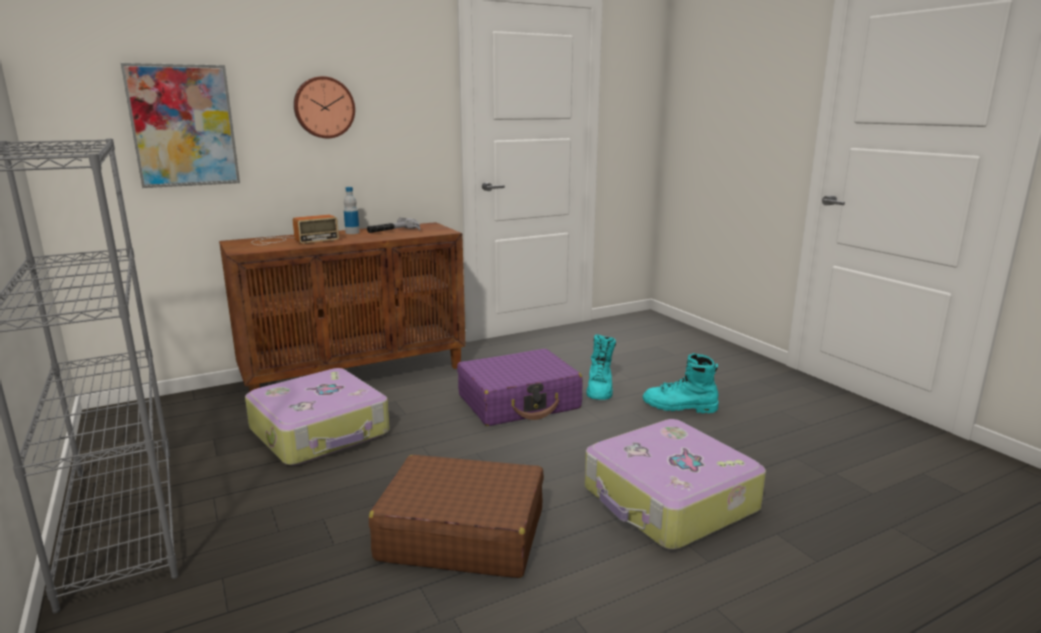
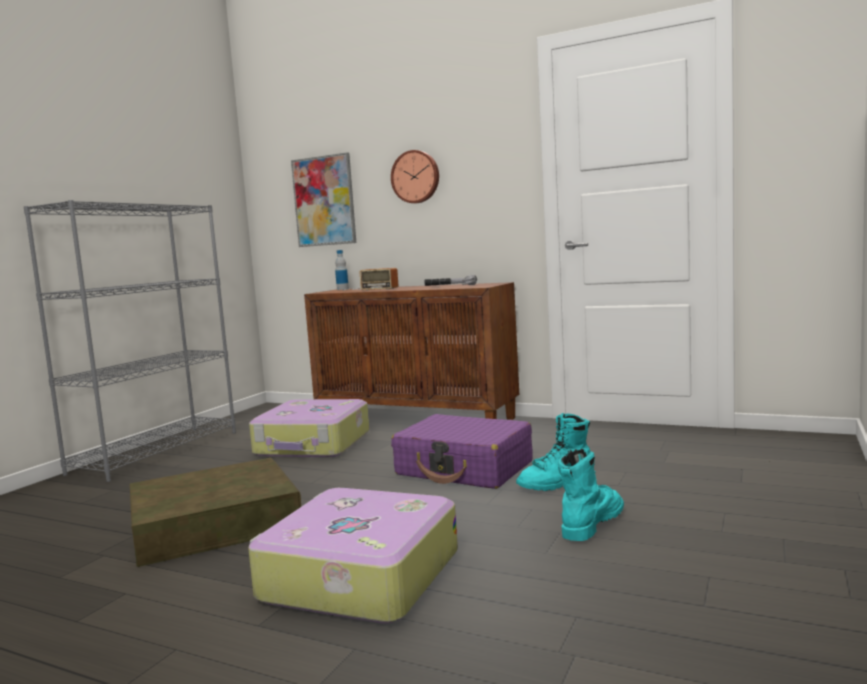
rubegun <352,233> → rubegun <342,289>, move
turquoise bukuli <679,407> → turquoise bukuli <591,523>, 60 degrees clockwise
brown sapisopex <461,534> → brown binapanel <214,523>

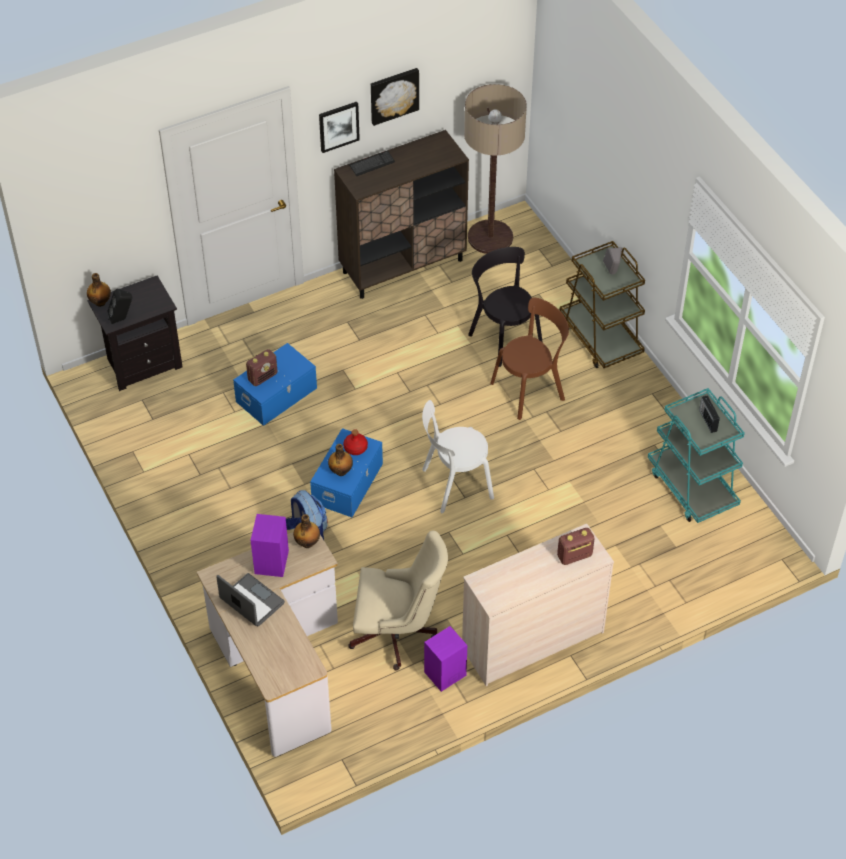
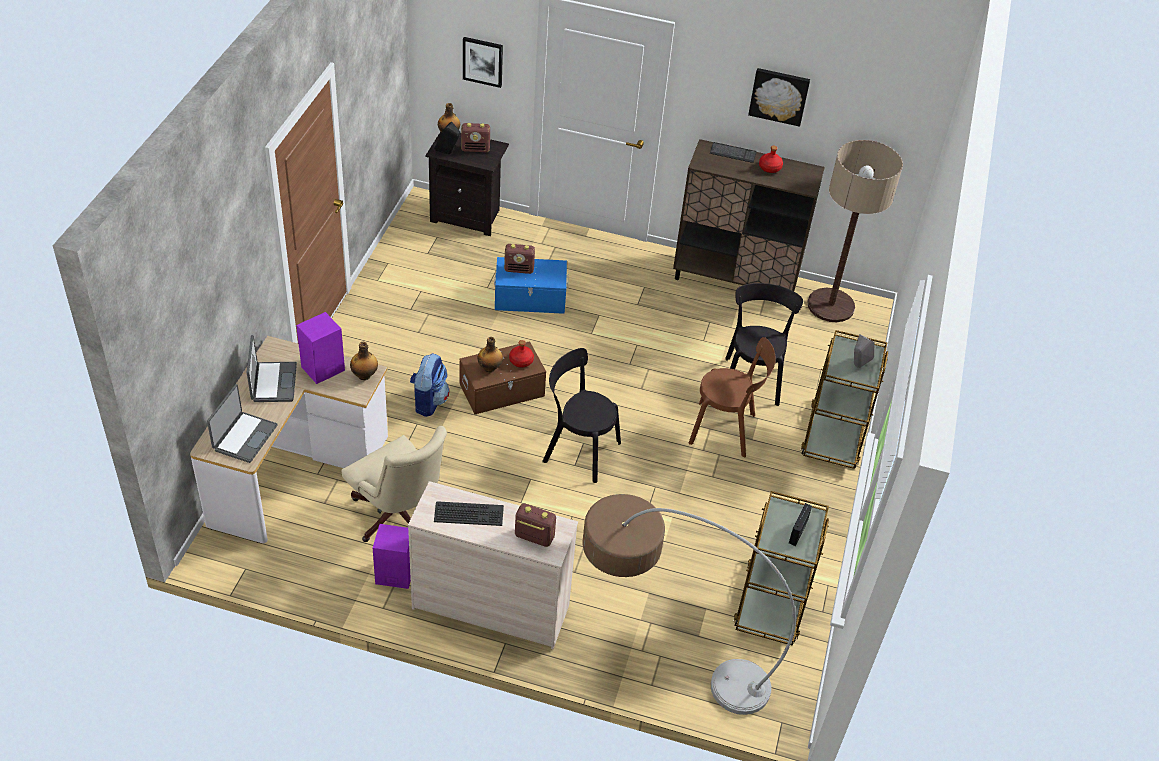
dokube <338,126> → dokube <483,61>, move
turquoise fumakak <692,487> → brown fumakak <771,602>
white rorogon <454,485> → black rorogon <578,450>
blue binapanel <348,483> → brown binapanel <502,390>
- → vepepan <475,149>
- → red rubegun <770,168>
- → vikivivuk <244,437>
- → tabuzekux <662,658>
- → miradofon <468,514>

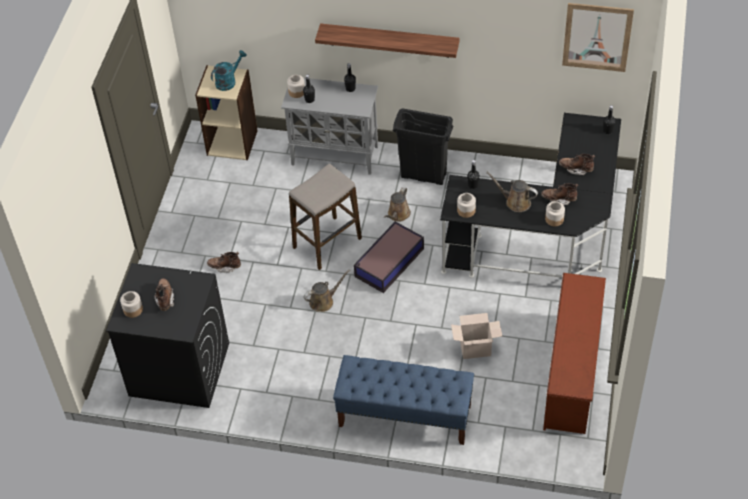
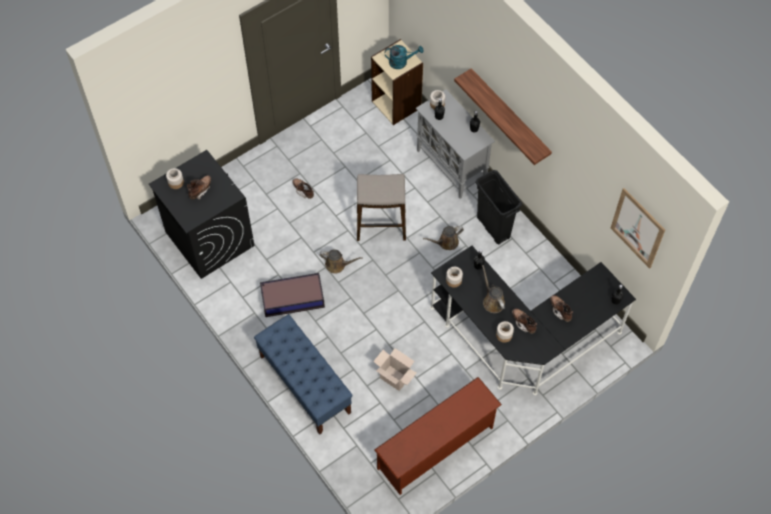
binapanel <388,263> → binapanel <291,298>, move

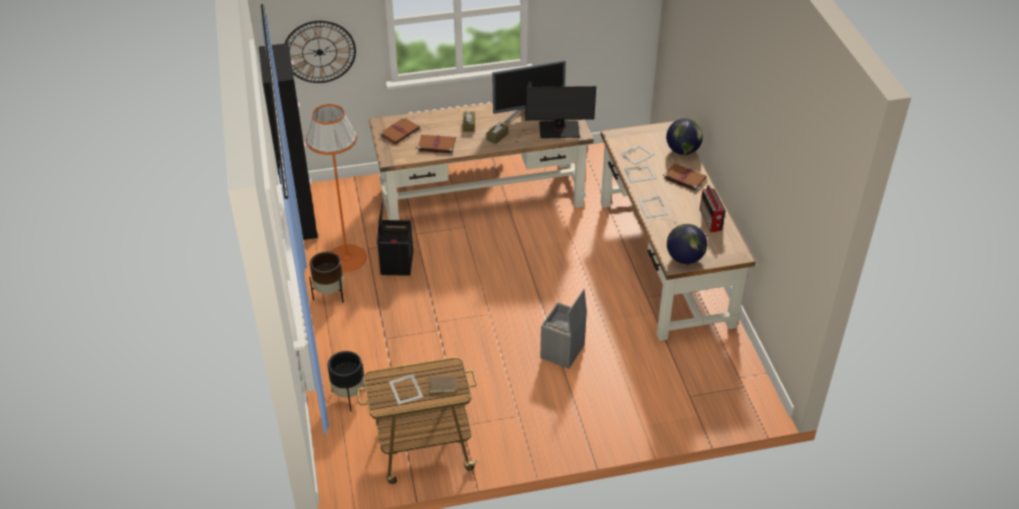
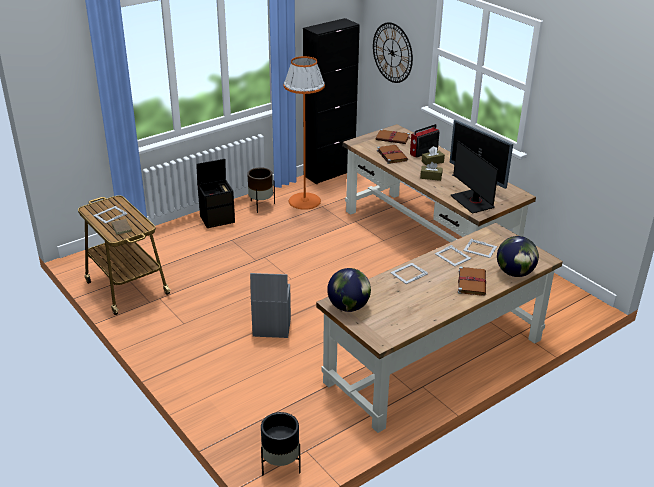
vepepan <710,221> → vepepan <423,152>, move
black binapanel <396,263> → black binapanel <218,219>, move
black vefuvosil <349,396> → black vefuvosil <280,465>, move

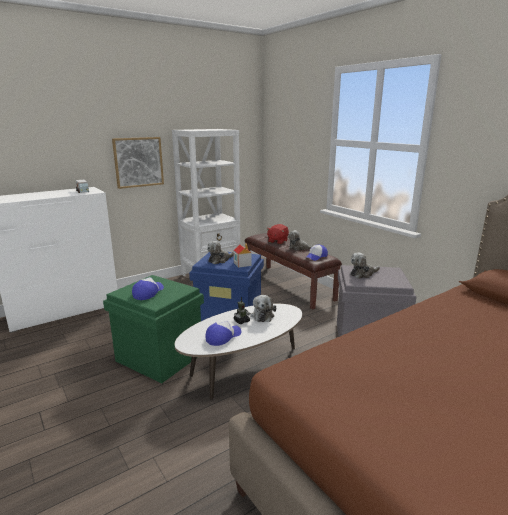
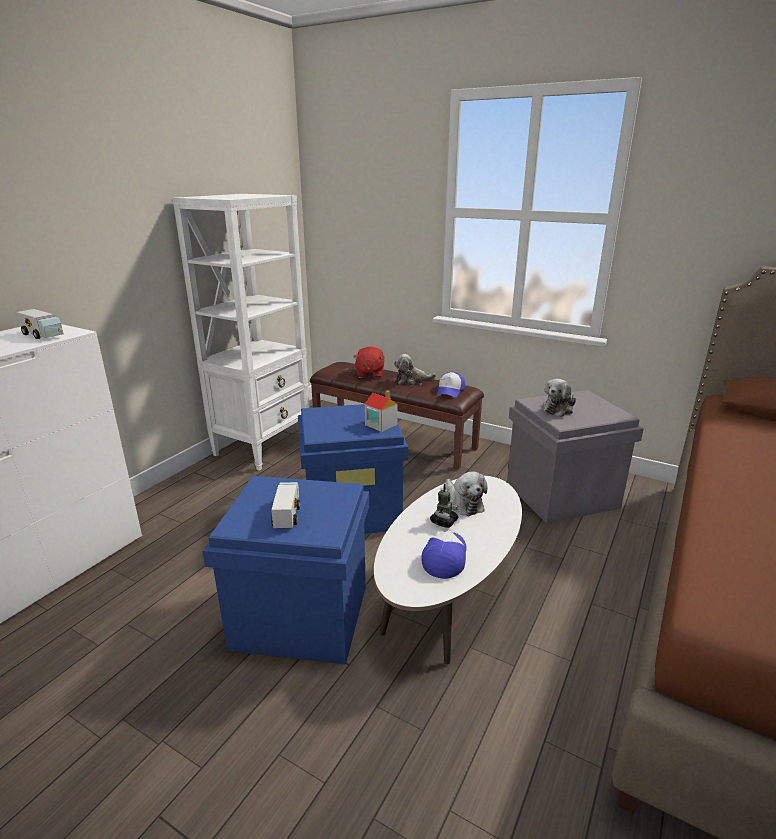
dokube <138,162> → -
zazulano <220,260> → -
green binapanel <158,357> → blue binapanel <299,617>
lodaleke <148,292> → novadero <287,514>

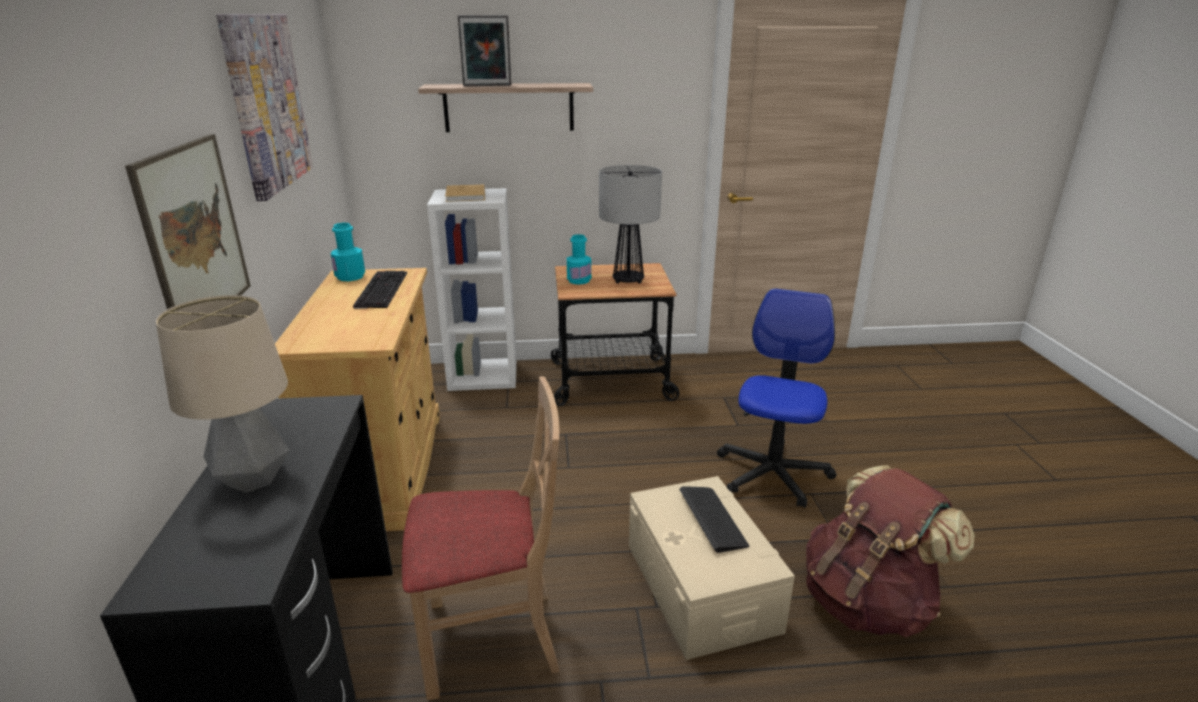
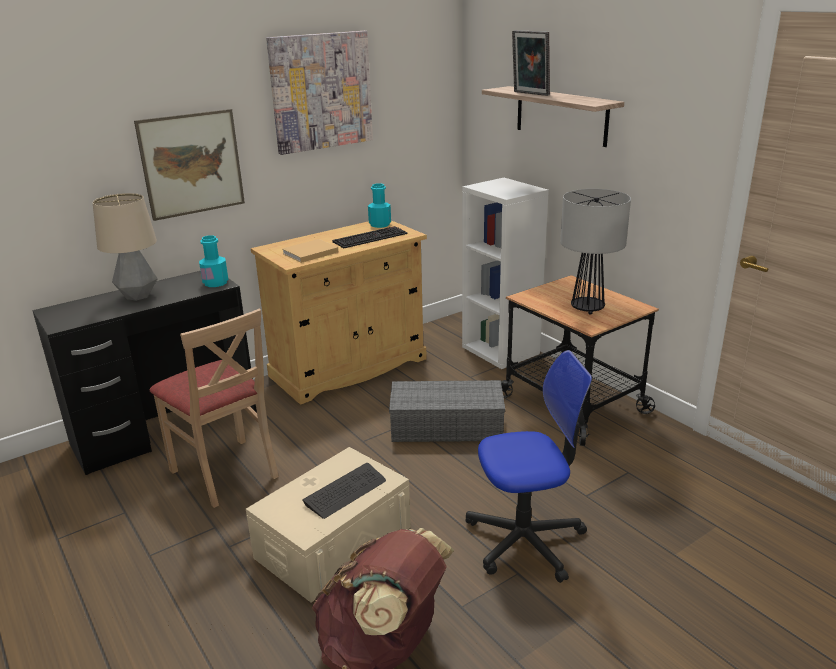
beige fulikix <465,196> → beige fulikix <309,253>, move
turquoise rubegun <579,280> → turquoise rubegun <215,283>, move
- → grey binapanel <448,425>

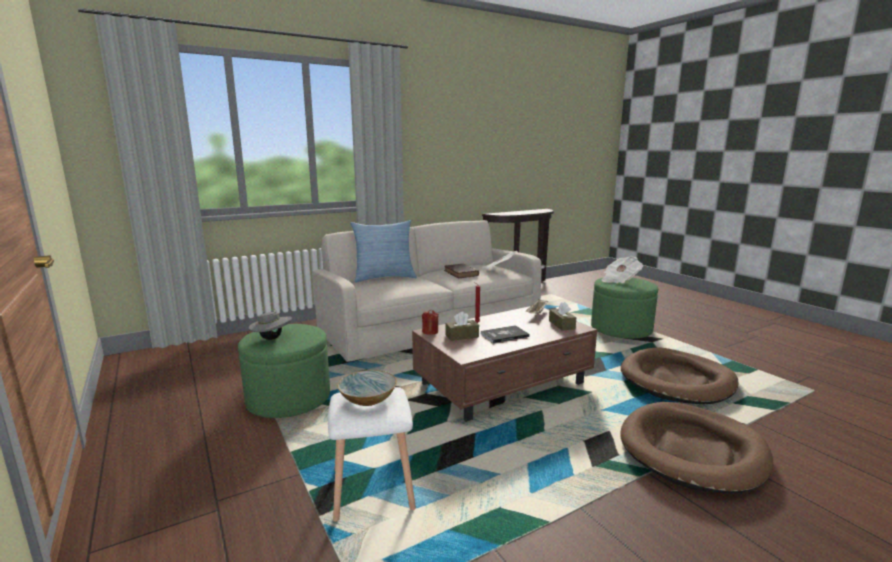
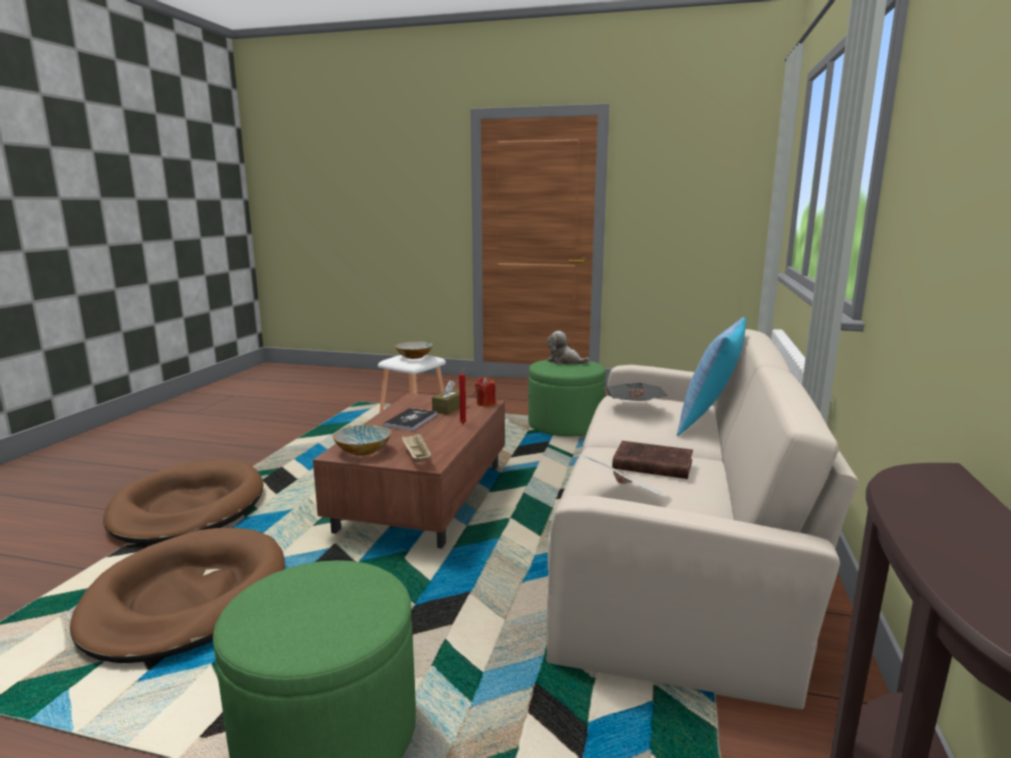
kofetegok <619,280> → kofetegok <634,409>, move
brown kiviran <561,325> → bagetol <364,450>
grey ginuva <271,338> → zazulano <565,361>

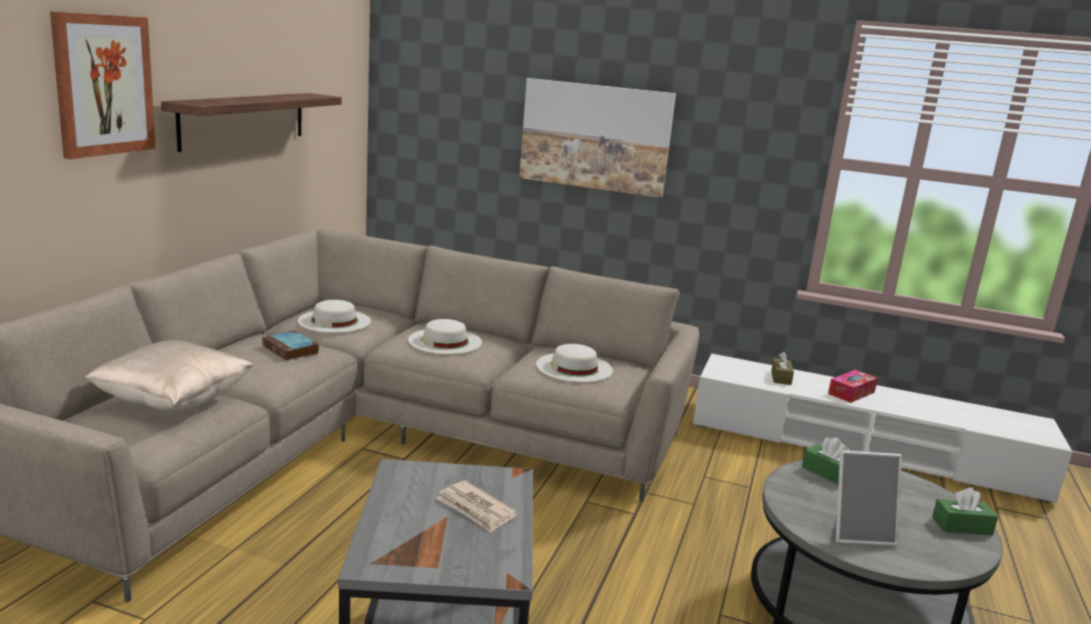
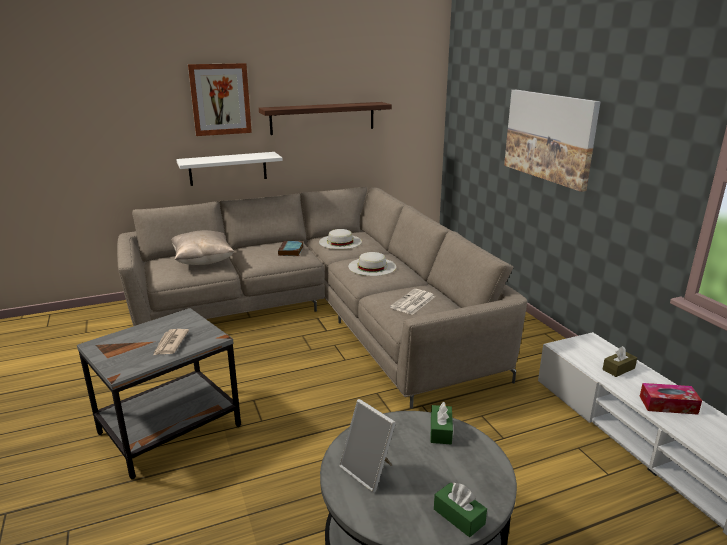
white ginuva <574,367> → kofetegok <413,302>
- → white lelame <228,168>

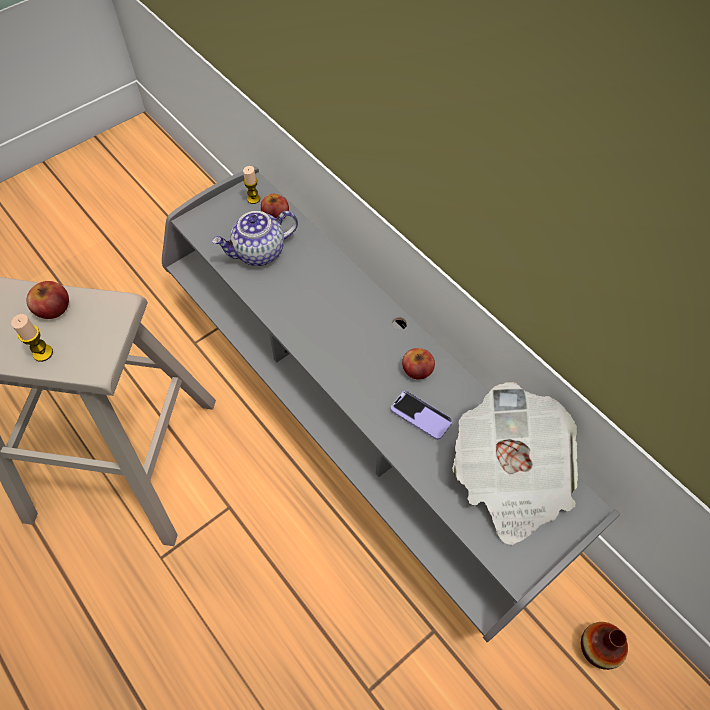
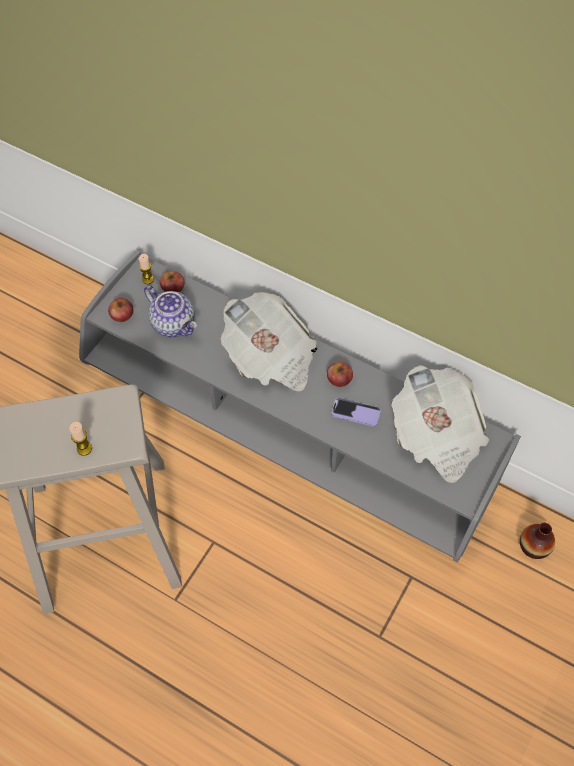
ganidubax <259,252> → ganidubax <174,324>, 90 degrees counterclockwise
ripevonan <53,308> → ripevonan <122,315>, move
- → kofetegok <271,357>

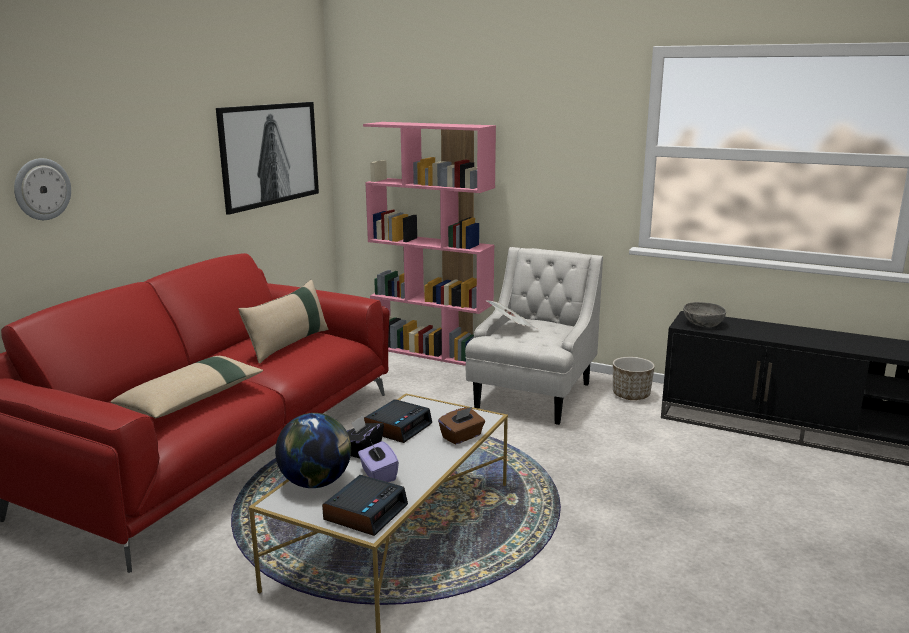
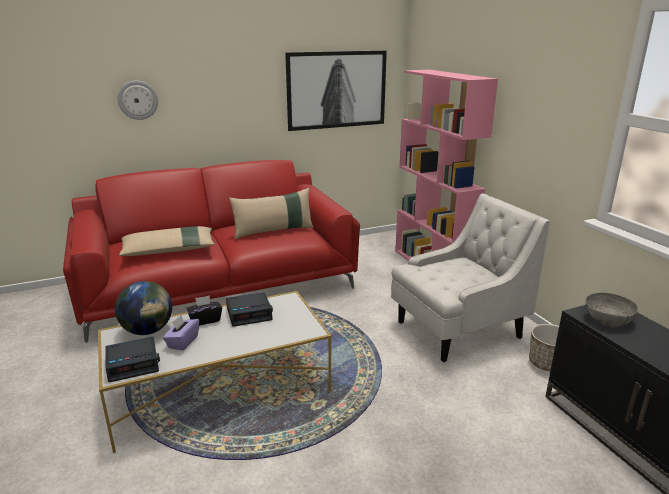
kofetegok <511,327> → -
brown kiviran <462,437> → -

